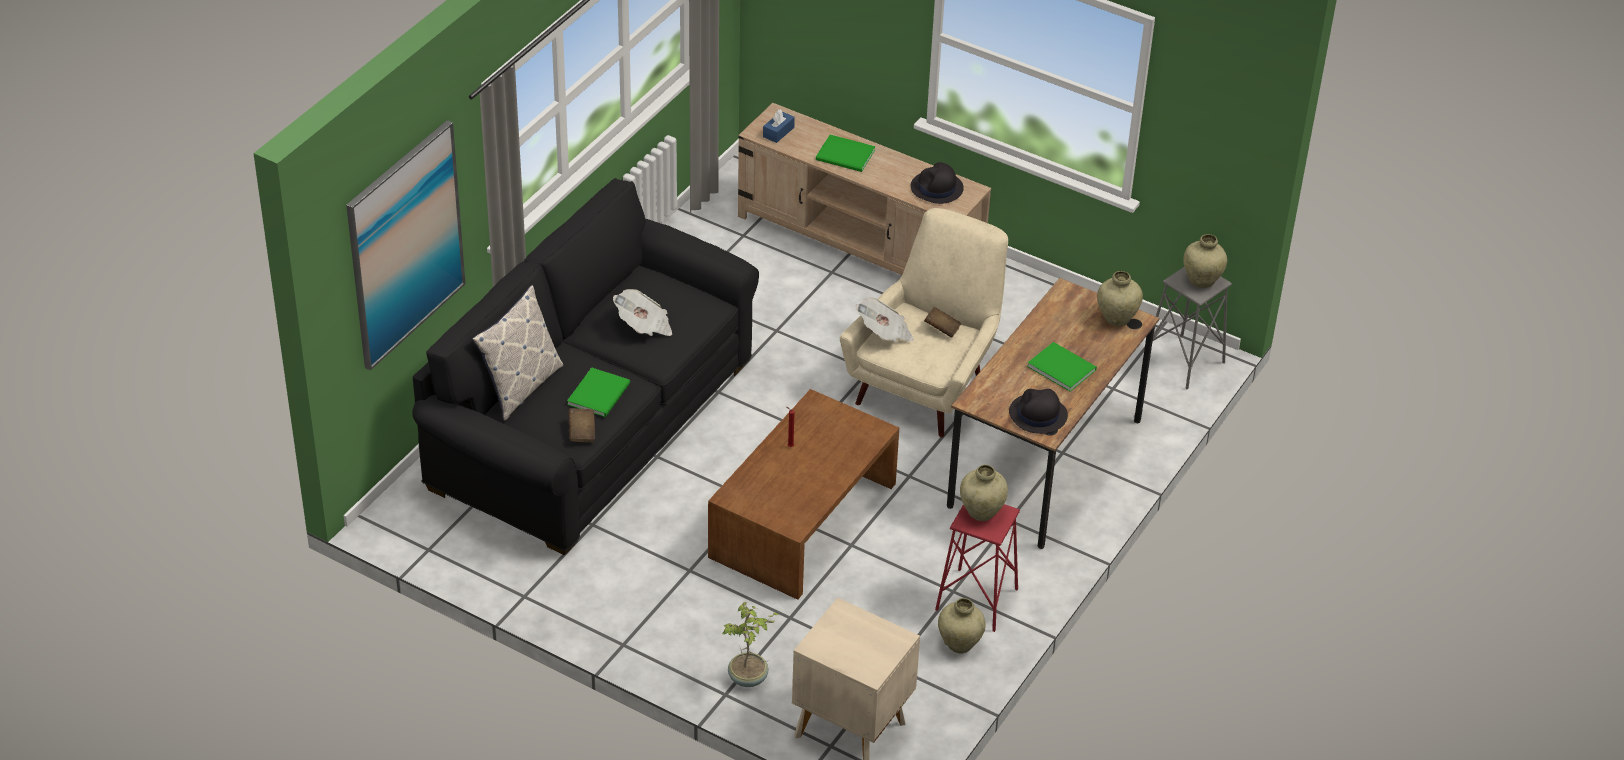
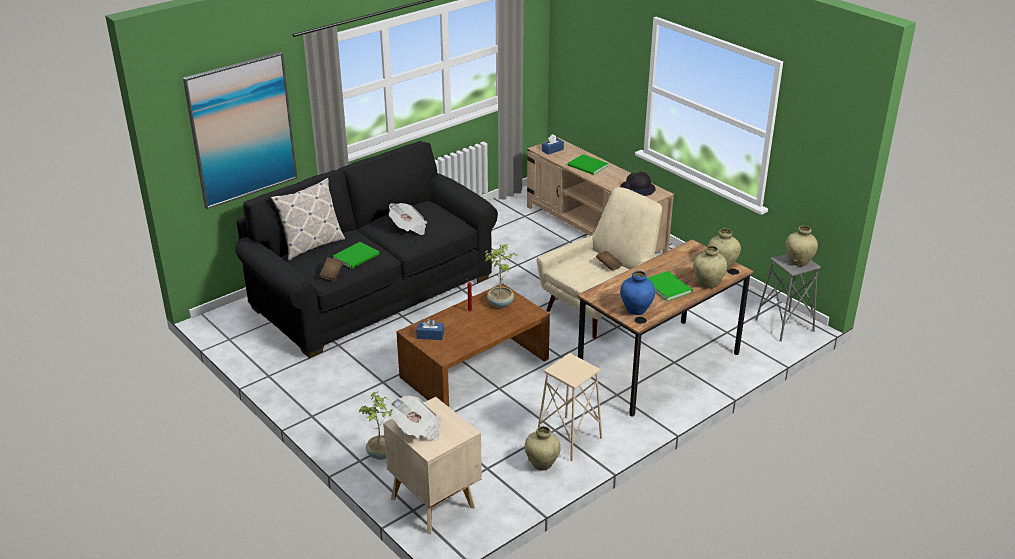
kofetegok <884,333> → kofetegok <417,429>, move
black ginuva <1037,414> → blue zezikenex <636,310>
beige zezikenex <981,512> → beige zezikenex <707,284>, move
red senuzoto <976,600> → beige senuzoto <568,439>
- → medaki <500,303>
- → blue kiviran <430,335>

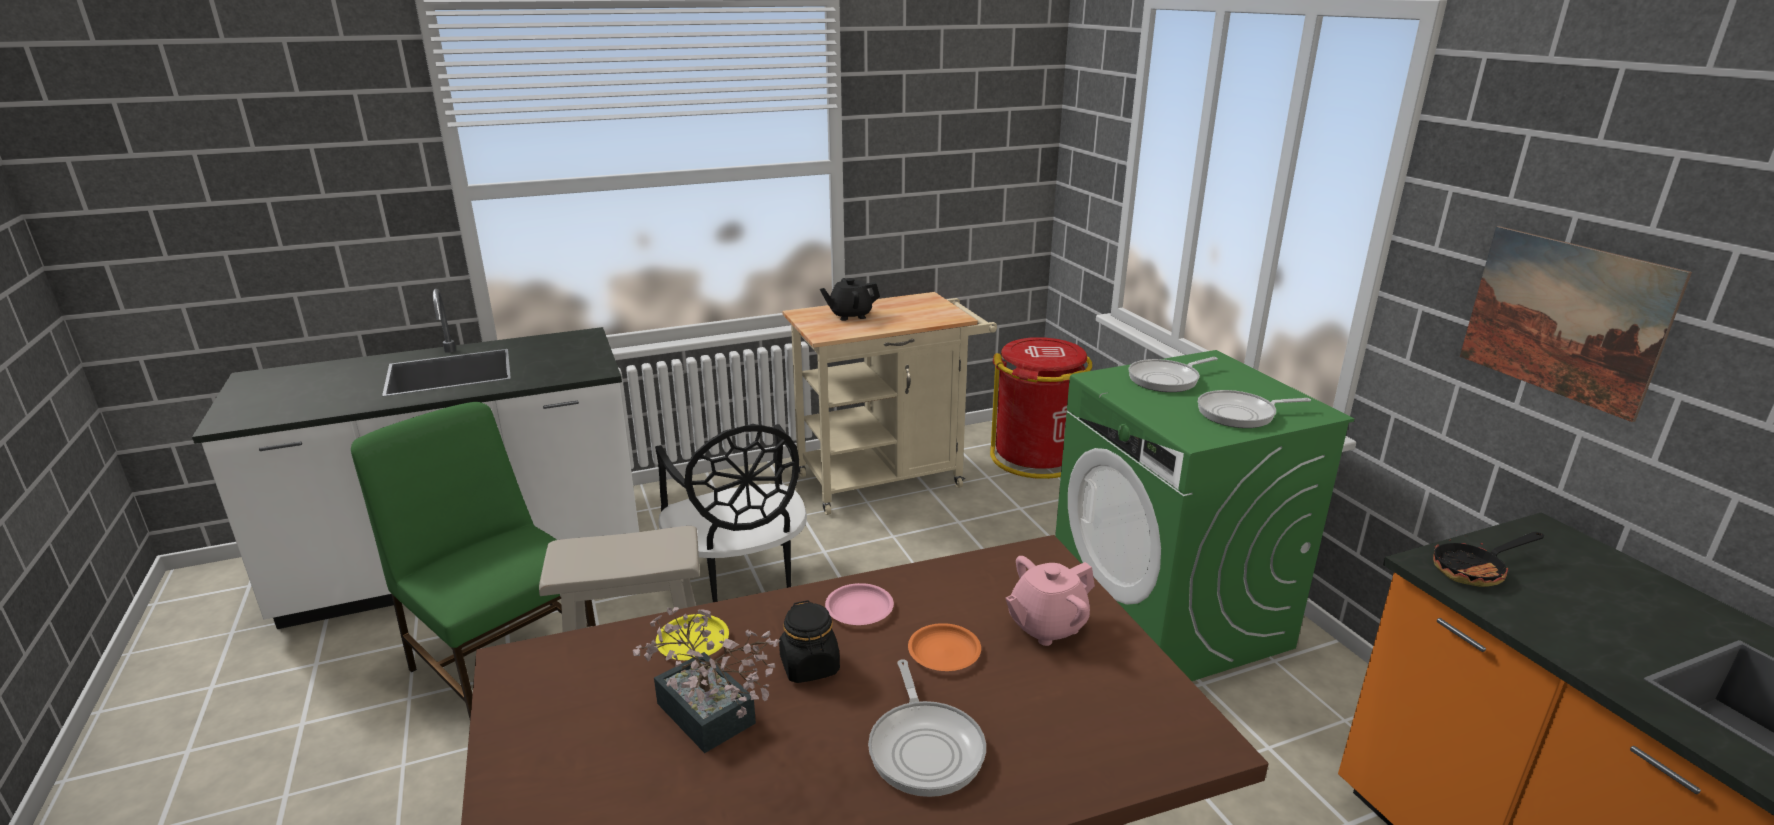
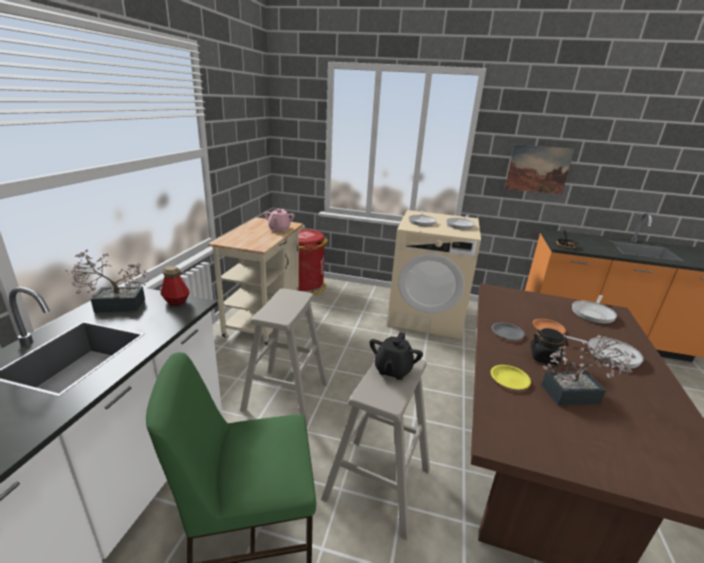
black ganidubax <850,315> → black ganidubax <392,370>, move
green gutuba <1168,616> → beige gutuba <426,315>
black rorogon <740,582> → beige senuzoto <286,396>
pink ganidubax <1046,626> → pink ganidubax <279,229>, move
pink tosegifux <859,608> → grey tosegifux <507,333>
- → medaki <114,305>
- → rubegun <176,302>
- → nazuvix <593,313>

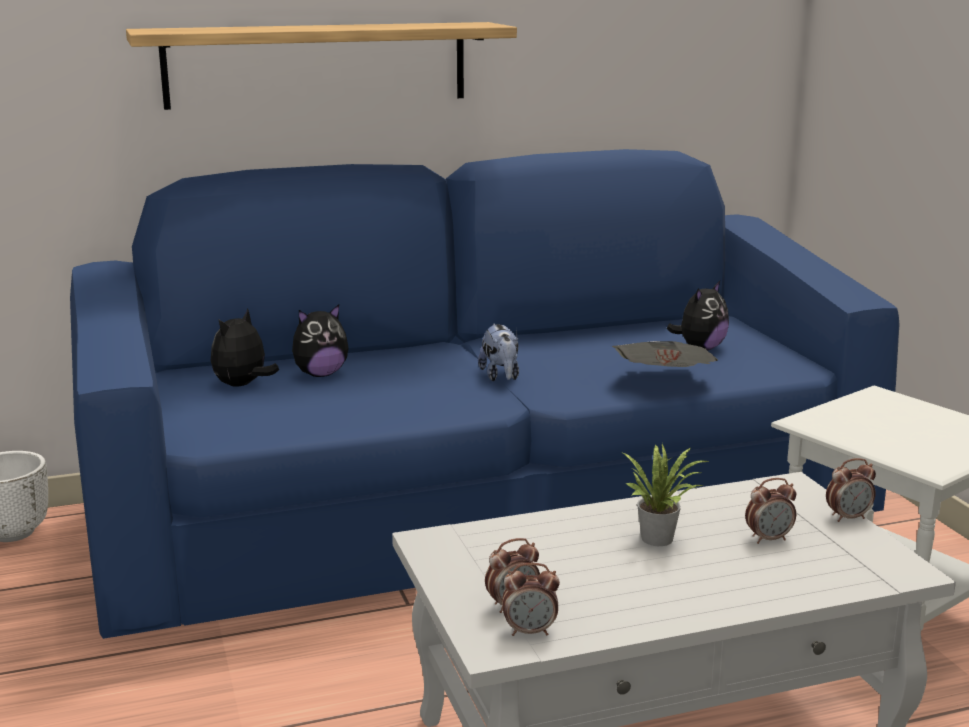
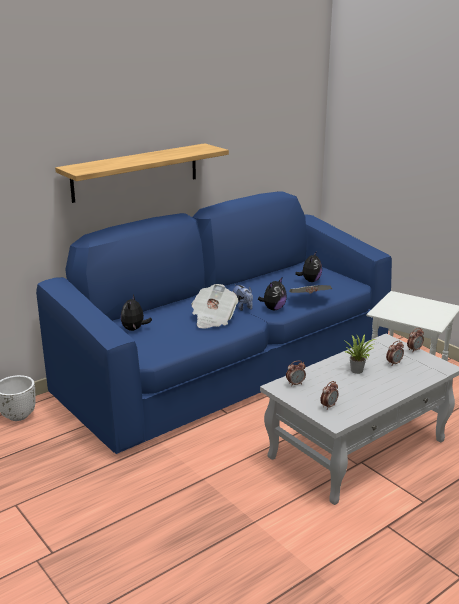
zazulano <320,374> → zazulano <273,308>, move
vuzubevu <530,631> → vuzubevu <295,384>, move
- → kofetegok <213,319>

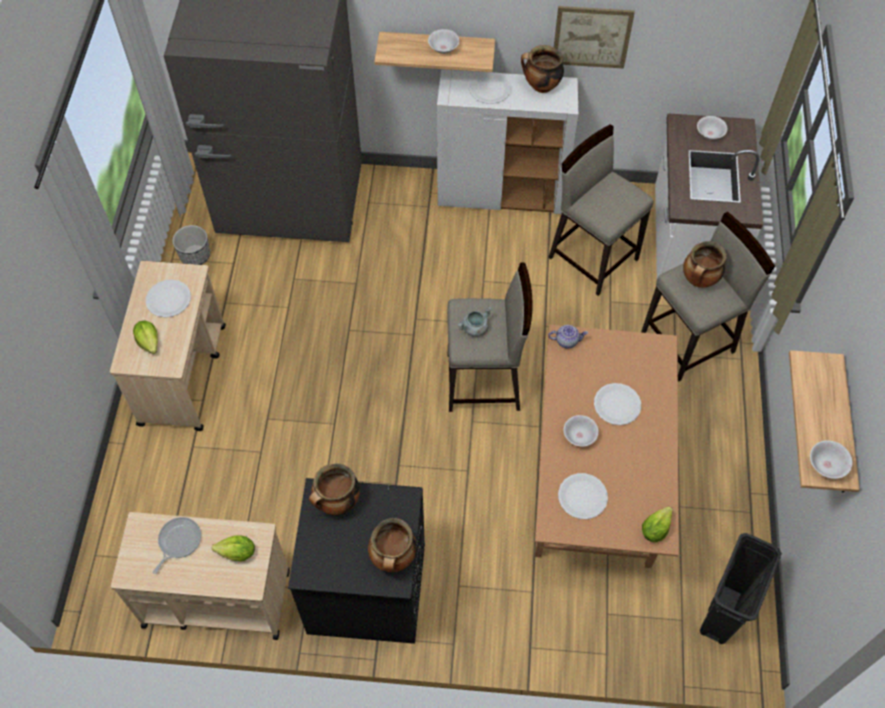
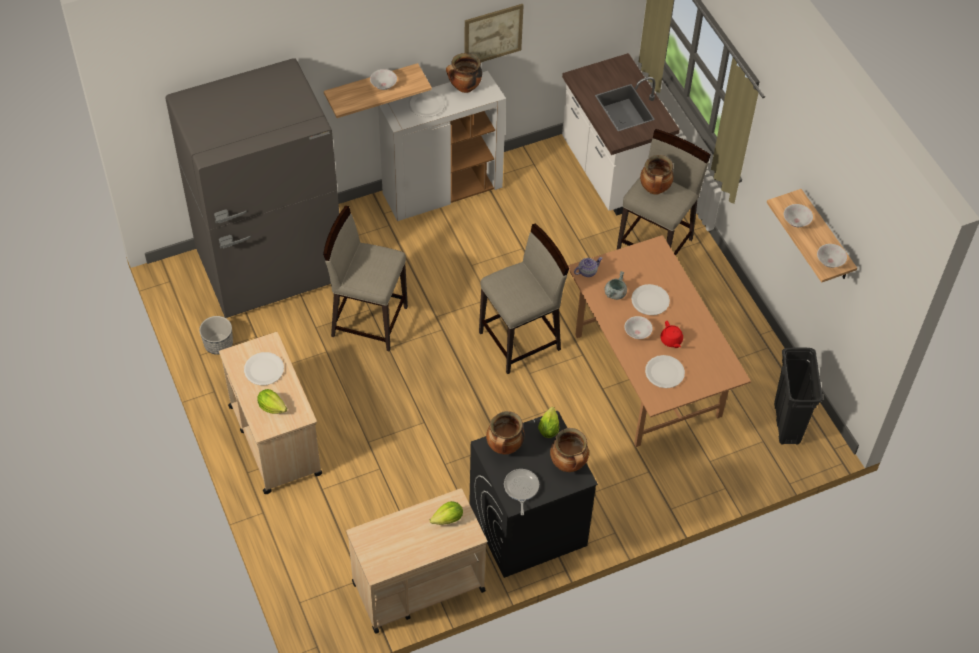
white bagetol <710,134> → white bagetol <796,222>, move
beige senuzoto <593,257> → beige senuzoto <368,320>, move
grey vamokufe <475,328> → grey vamokufe <615,294>, move
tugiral <655,529> → tugiral <548,429>, move
nazuvix <178,541> → nazuvix <521,488>, move
- → red ganidubax <671,340>

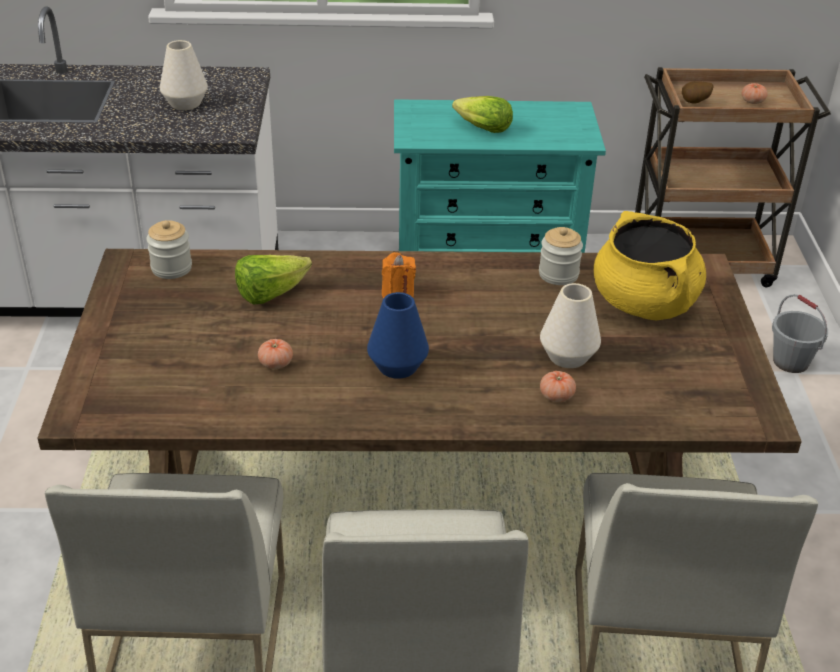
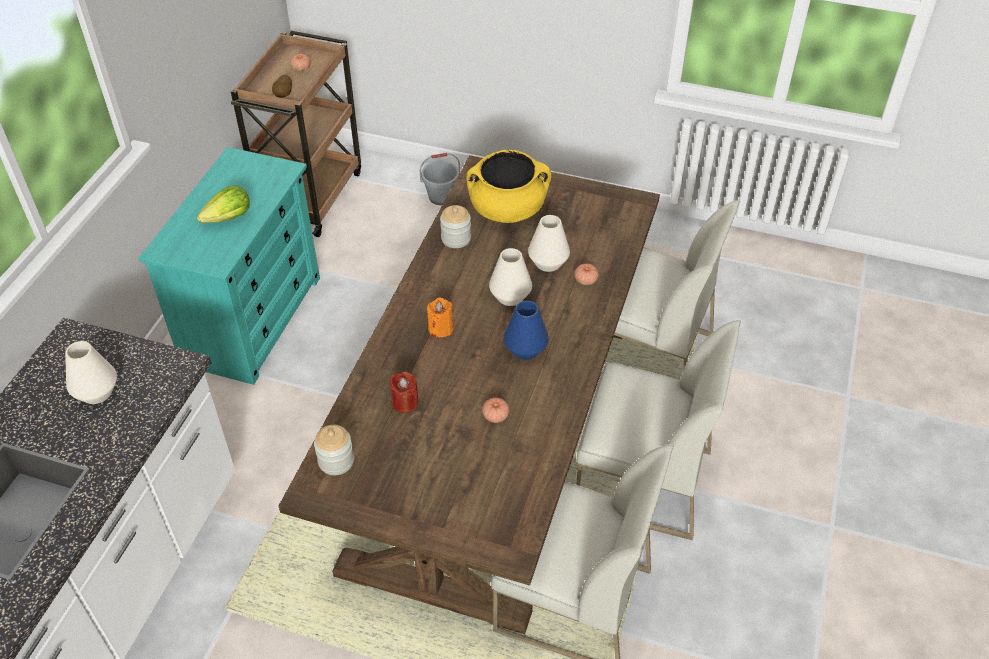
tugiral <270,294> → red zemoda <405,402>
- → white zezikenex <510,296>

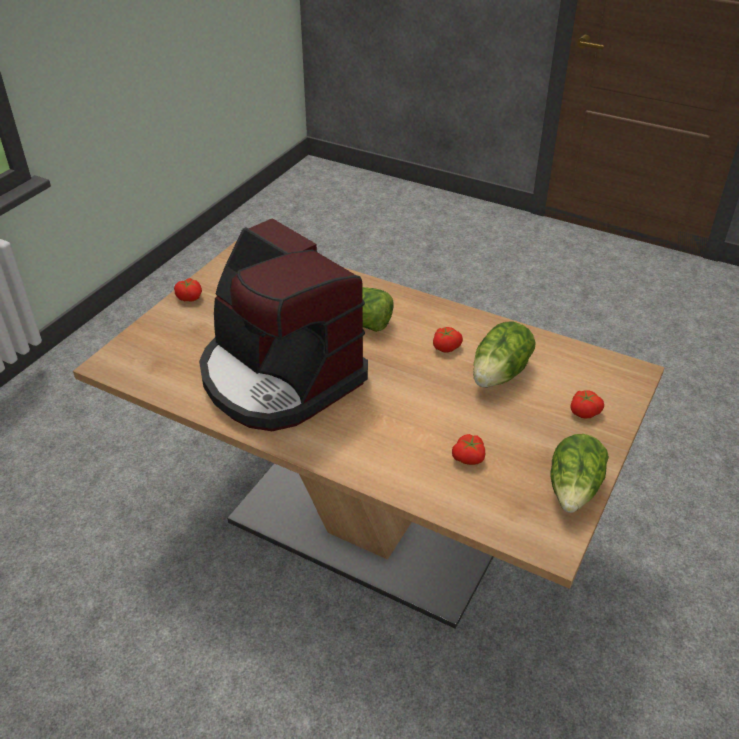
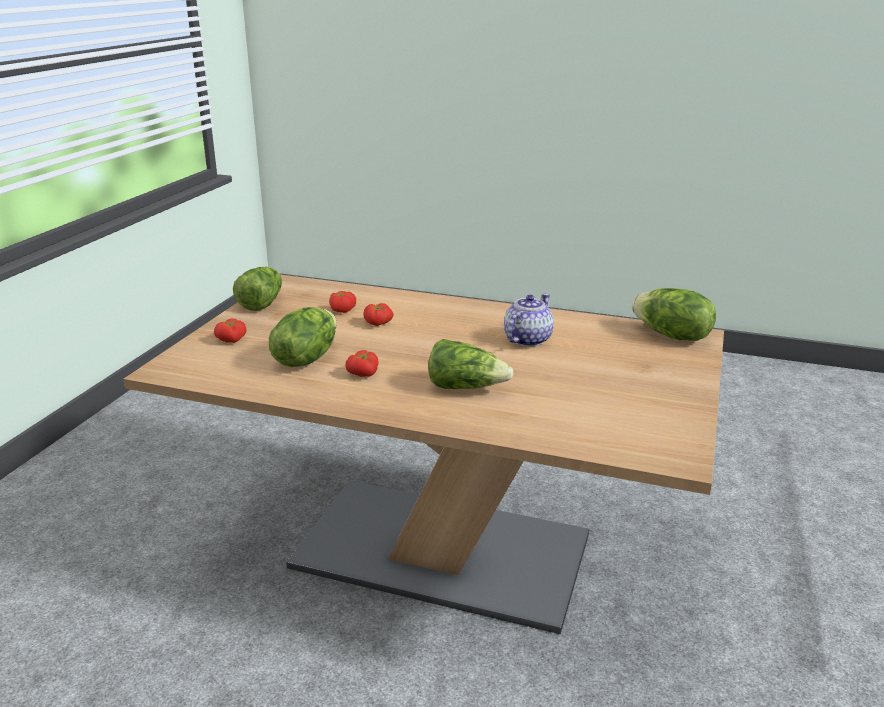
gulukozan <279,377> → ganidubax <527,340>
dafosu <190,297> → dafosu <377,324>, move
- → tugiral <672,336>

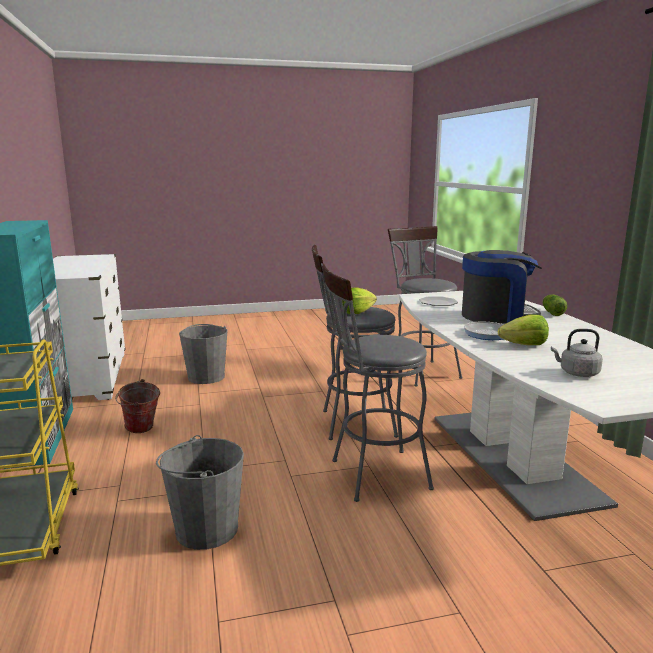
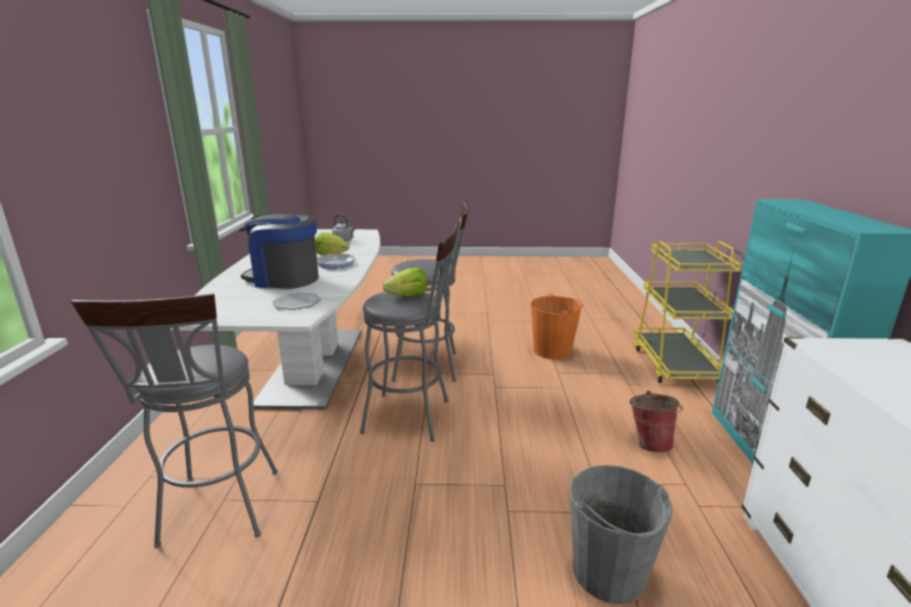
tugiral <552,312> → -
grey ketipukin <206,529> → orange ketipukin <552,350>

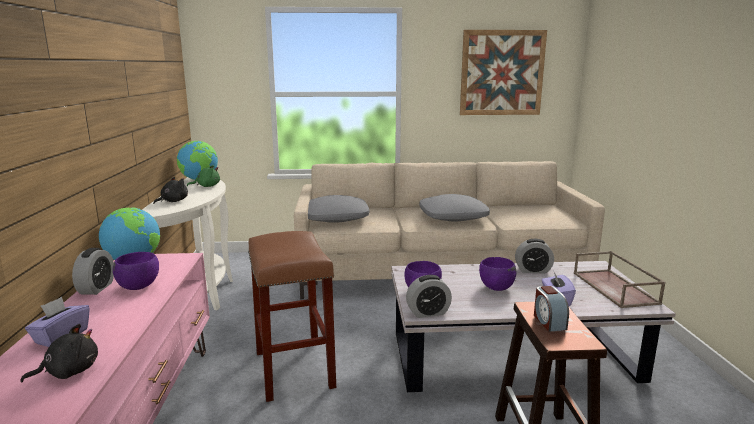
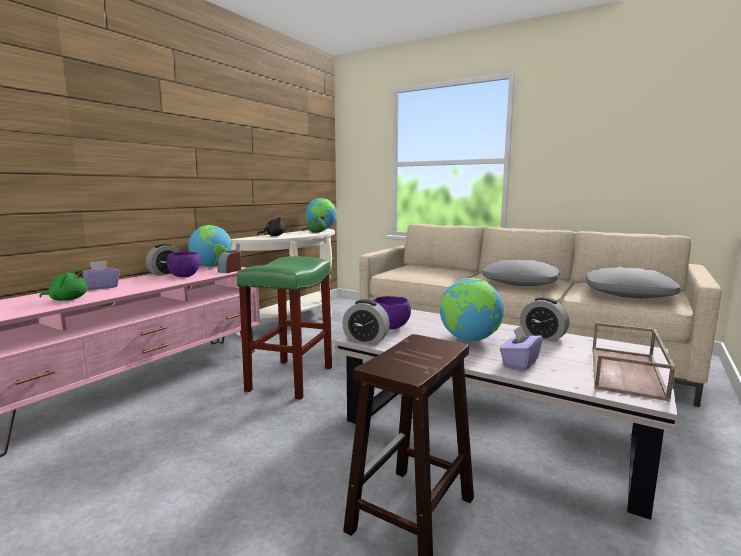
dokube <502,73> → -
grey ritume <336,217> → grey ritume <628,293>, move
brown senuzoto <293,369> → green senuzoto <290,378>
purple bagetol <496,288> → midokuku <469,340>
vuzubevu <548,321> → vuzubevu <230,271>, move
black zazulano <69,372> → green zazulano <67,299>

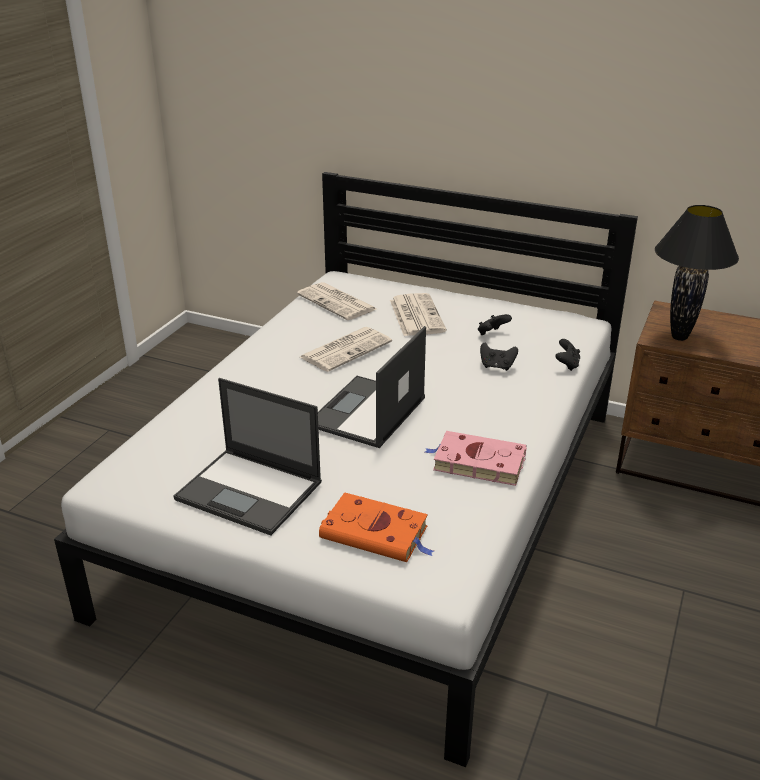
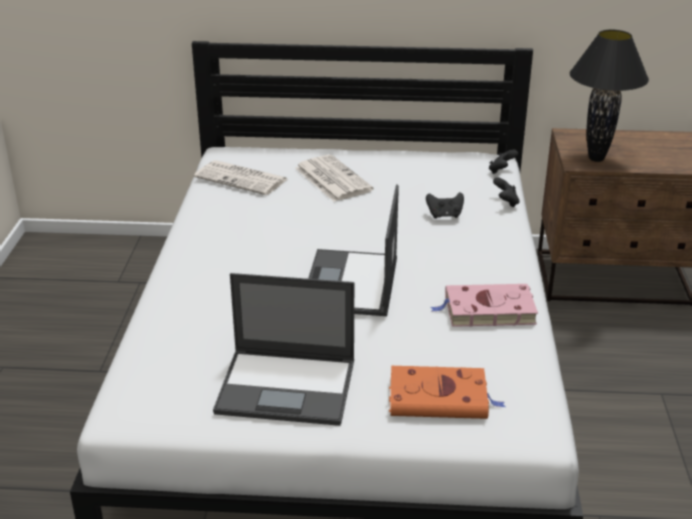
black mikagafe <492,334> → black mikagafe <501,171>, move
kofetegok <346,349> → -

